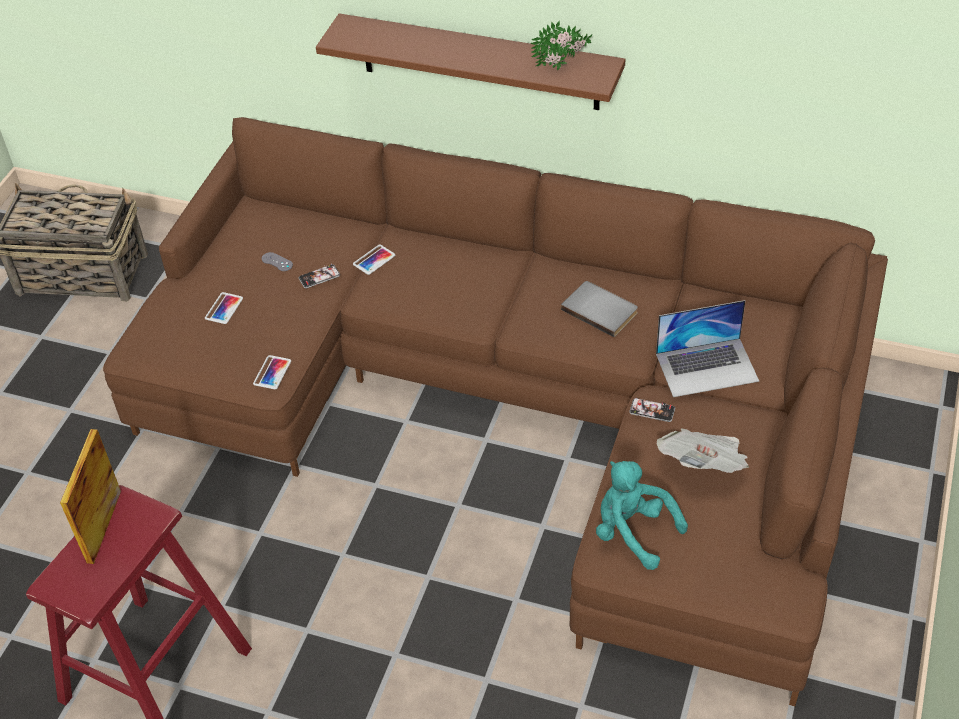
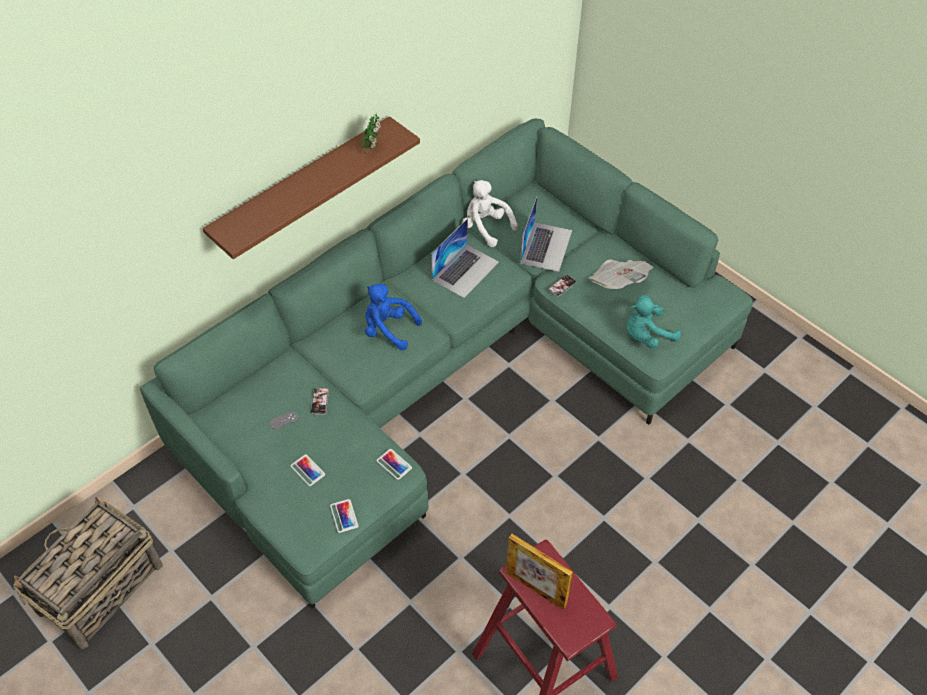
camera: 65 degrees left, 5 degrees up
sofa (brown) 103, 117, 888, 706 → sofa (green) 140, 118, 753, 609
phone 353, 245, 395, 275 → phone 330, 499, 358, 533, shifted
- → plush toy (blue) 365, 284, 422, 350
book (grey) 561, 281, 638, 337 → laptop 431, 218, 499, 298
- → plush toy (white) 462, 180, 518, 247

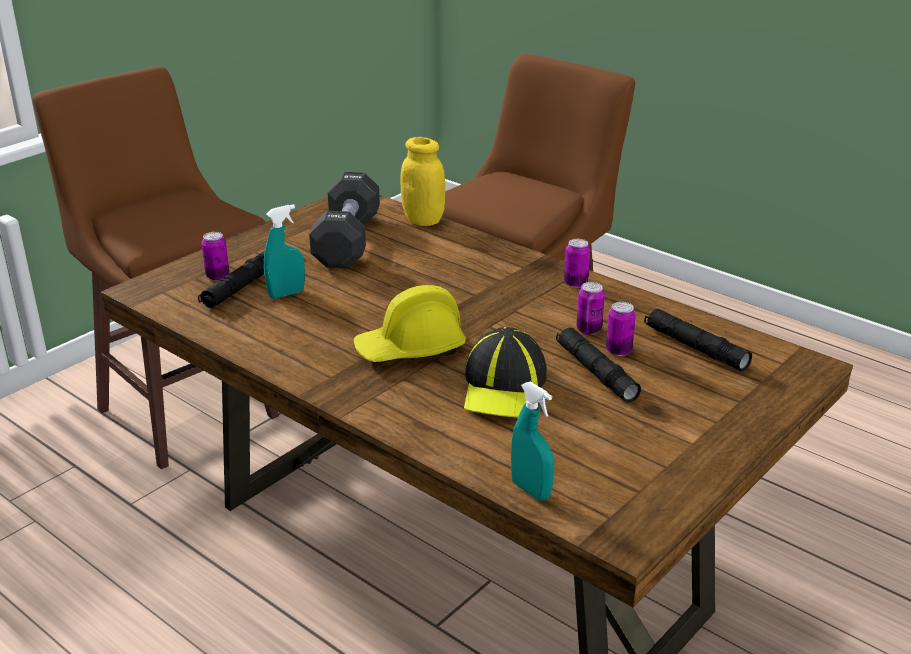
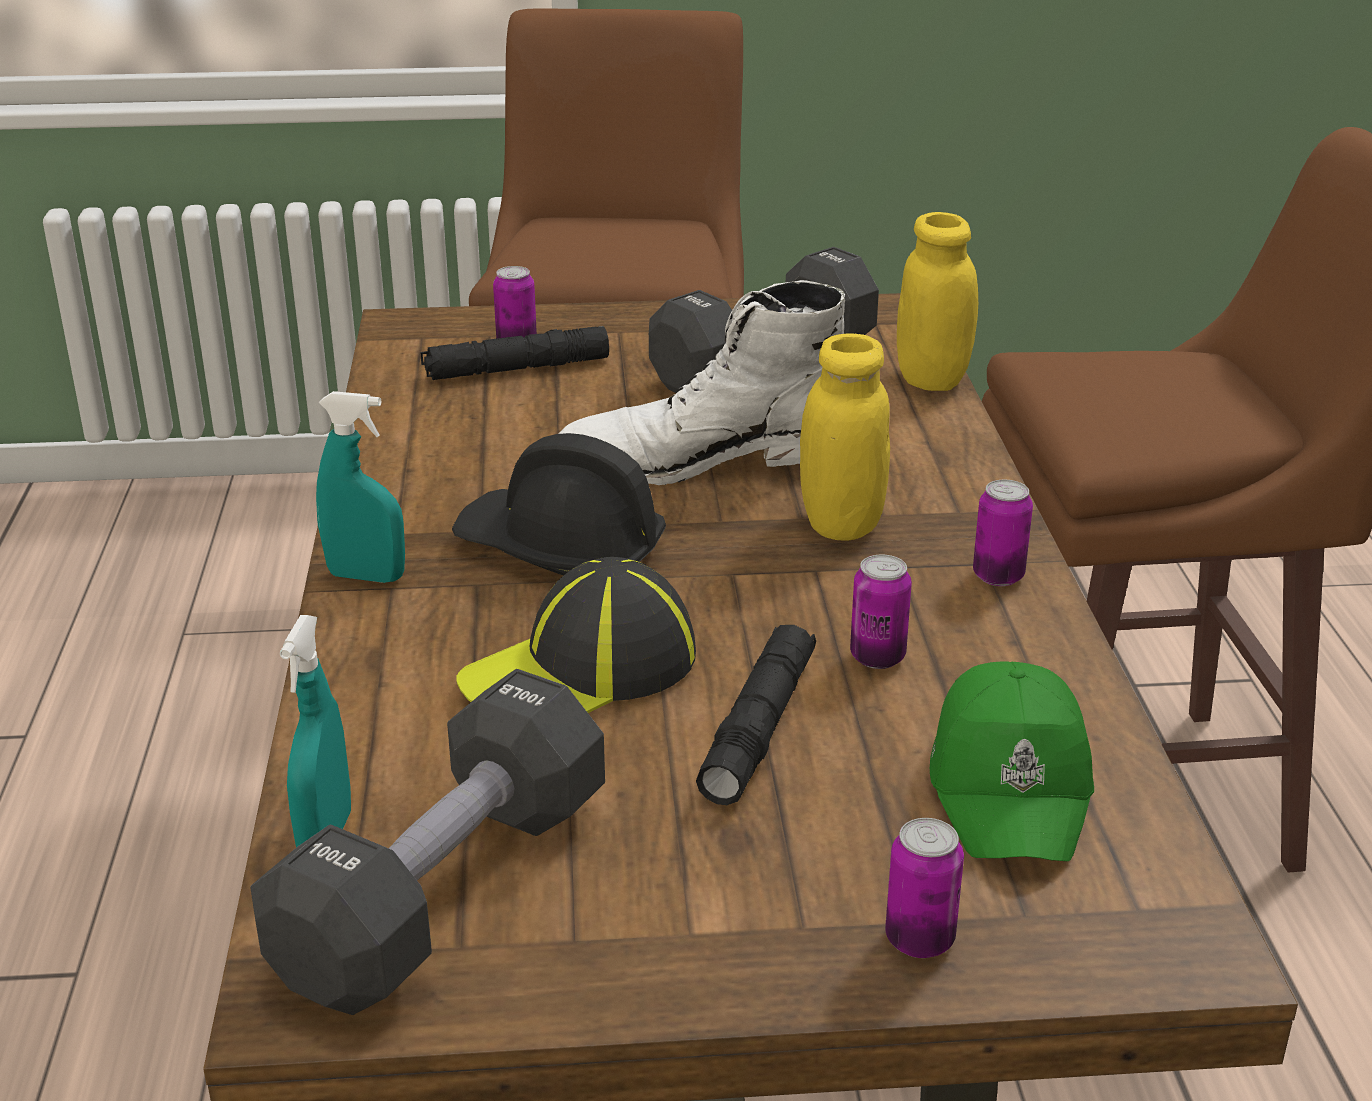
camera: 45 degrees right, 0 degrees up
- → dumbbell (black) 251, 669, 605, 1015
spray bottle (turquoise) 264, 204, 305, 298 → spray bottle (turquoise) 316, 391, 405, 583, shifted
hard hat (yellow) 353, 285, 466, 362 → hard hat (black) 452, 433, 666, 576
- → boot (white) 559, 280, 845, 485
- → jar (yellow) 800, 334, 890, 541
can 606, 302, 636, 356 → can 885, 818, 964, 958, shifted
flashlight (black) 644, 309, 752, 371 → cap (green) 930, 661, 1094, 861

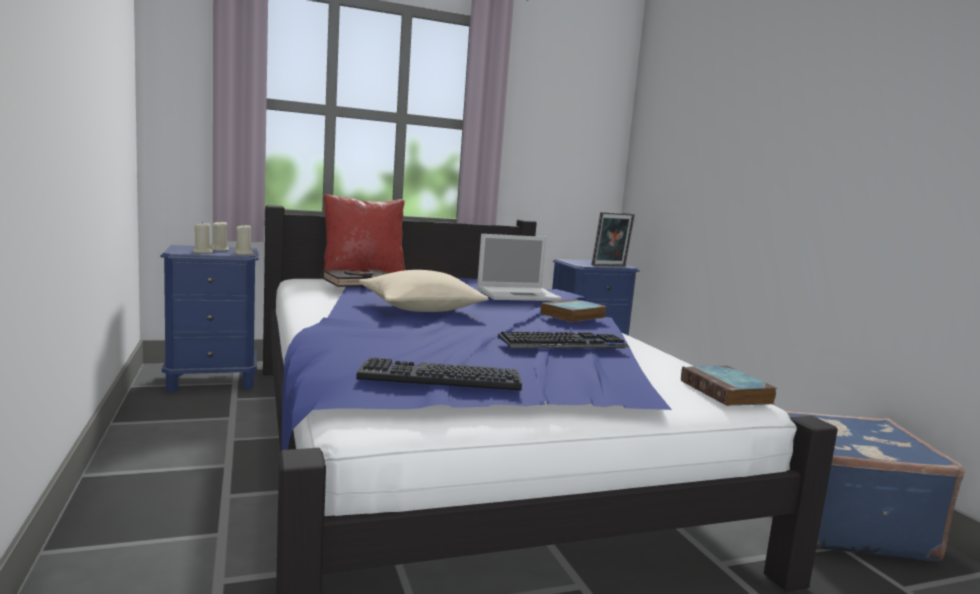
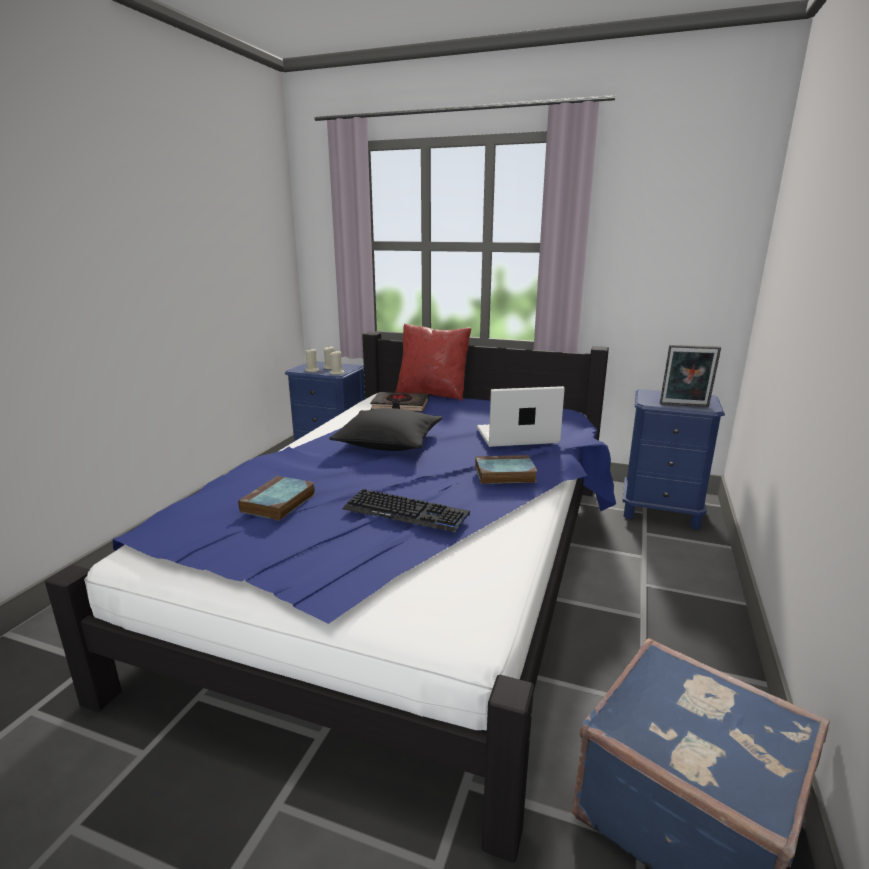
camera: 40 degrees right, 10 degrees up
book 681, 366, 776, 406 → book 238, 476, 315, 521, shifted
pillow (beige) 359, 270, 488, 312 → pillow (black) 329, 408, 443, 451
laptop 477, 234, 562, 301 → laptop 477, 386, 565, 447, 150 degrees clockwise
keyboard 356, 357, 522, 390 → -

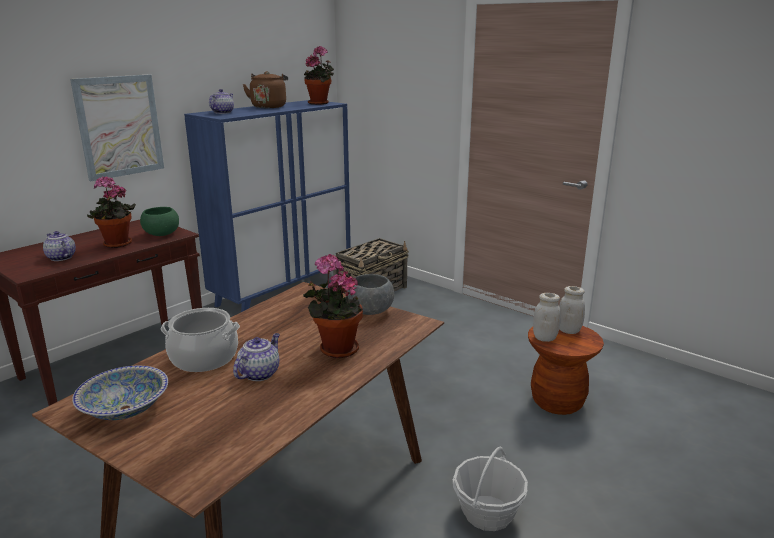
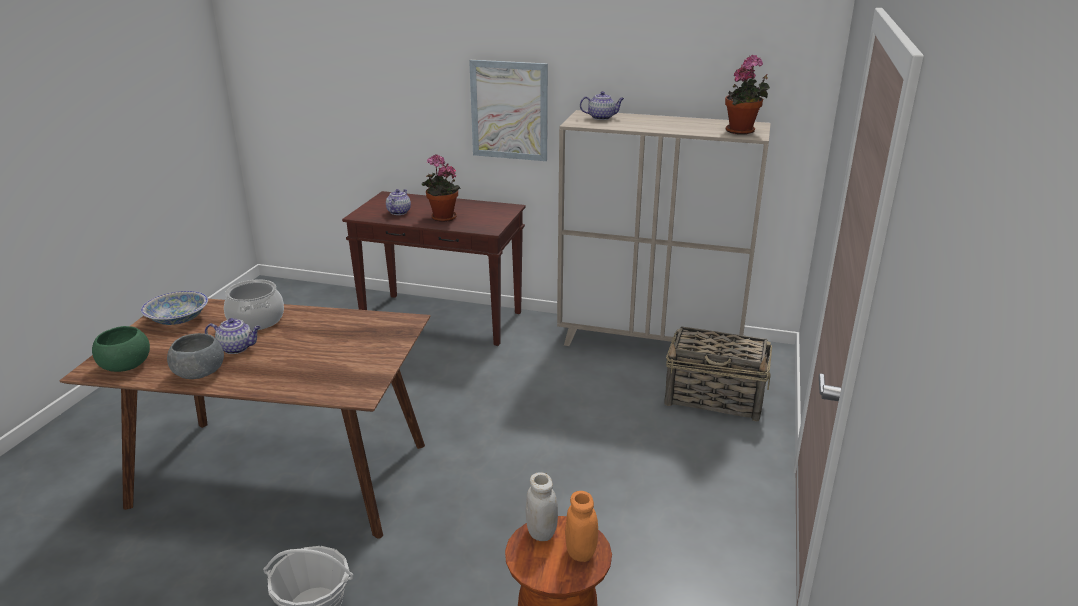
camera: 65 degrees right, 5 degrees up
bowl (green) 140, 207, 179, 236 → bowl (green) 92, 326, 150, 372, shifted
bowl (grey) 345, 274, 394, 315 → bowl (grey) 167, 333, 224, 379, shifted
cabinet (blue) 184, 100, 351, 312 → cabinet (beige) 557, 110, 771, 346
jar (white) 559, 286, 585, 334 → jar (orange) 565, 491, 598, 562
kettle (brown) 243, 71, 288, 108 → -
potted plant 303, 254, 363, 358 → -

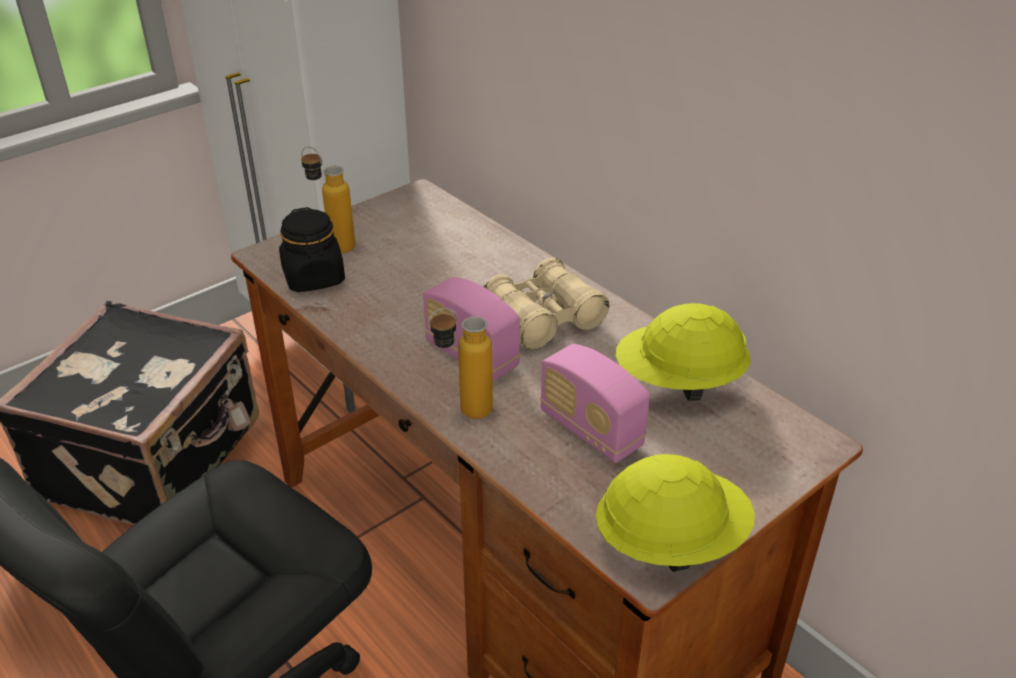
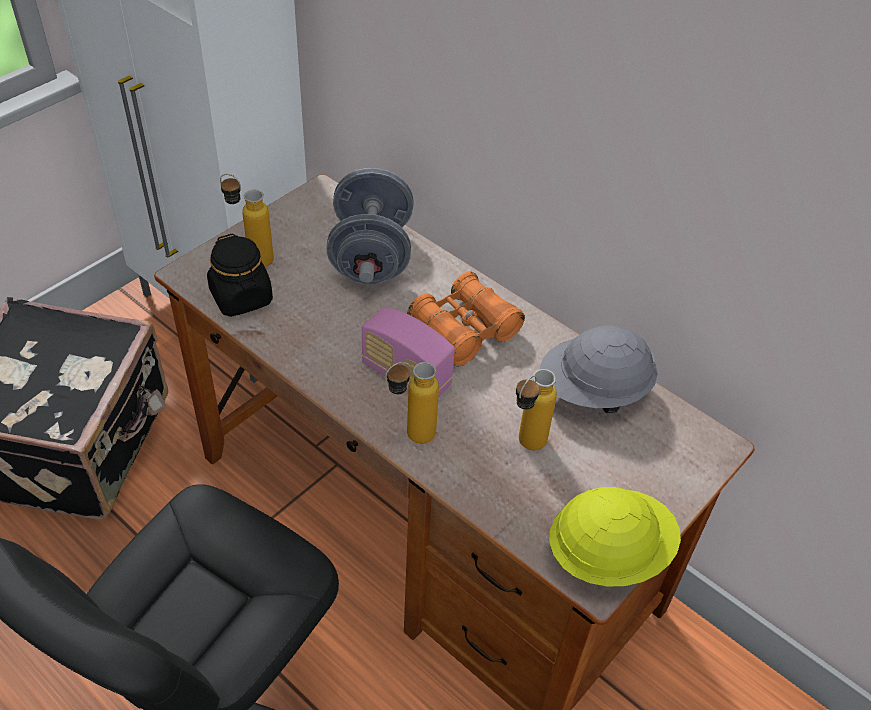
camera: 10 degrees left, 10 degrees up
- → dumbbell (grey) 327, 168, 414, 284
binoculars (beige) 484, 258, 609, 350 → binoculars (orange) 407, 271, 525, 366
radio 540, 344, 650, 463 → bottle 516, 369, 557, 451
hard hat (yellow) 616, 303, 751, 401 → hard hat (grey) 540, 326, 658, 413

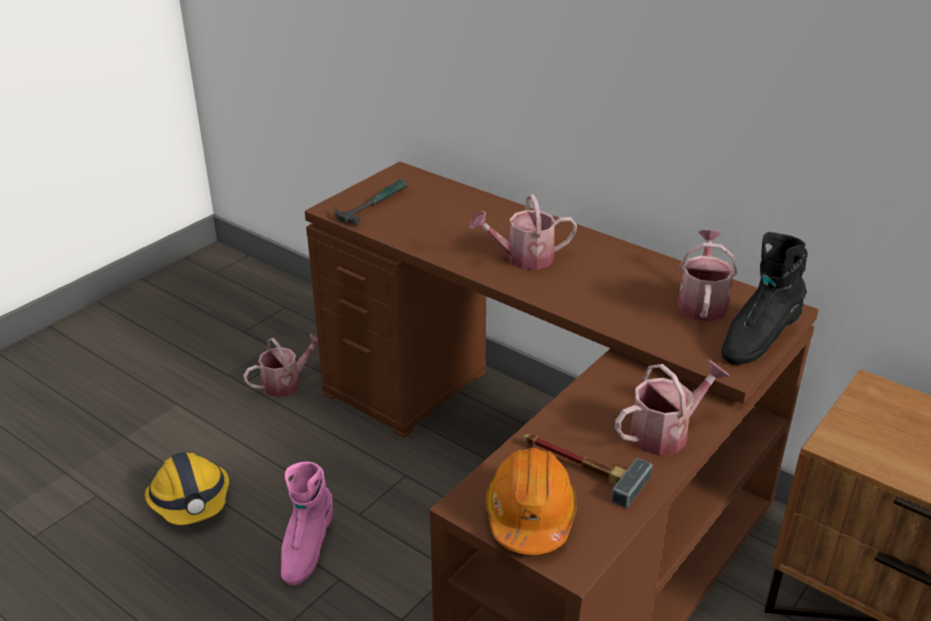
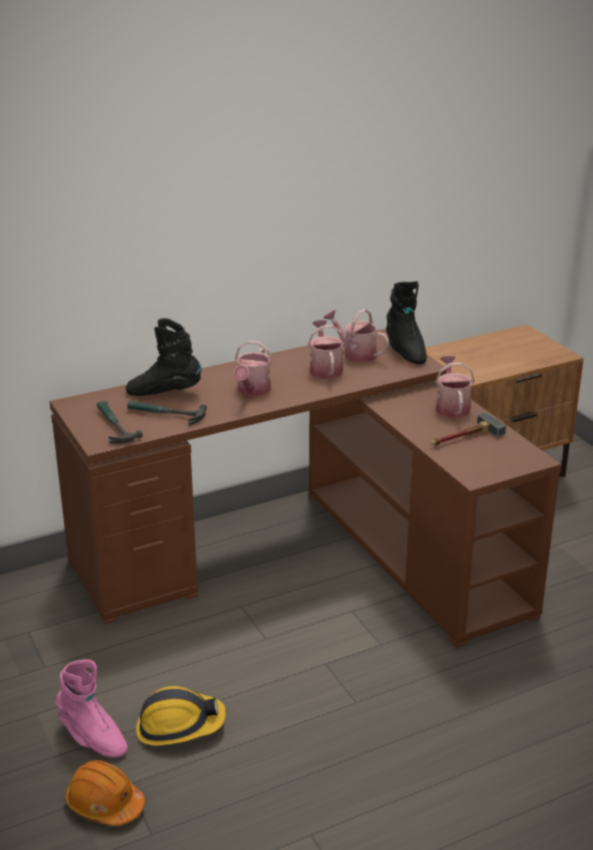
camera: 65 degrees left, 5 degrees down
boot (pink) 281, 462, 334, 585 → boot (pink) 56, 660, 128, 758, shifted
hard hat (orange) 485, 448, 577, 555 → hard hat (orange) 65, 760, 145, 826, shifted
- → boot (black) 126, 318, 202, 396
- → hammer 127, 400, 207, 425
watering can 243, 334, 318, 397 → watering can 308, 320, 345, 379, shifted

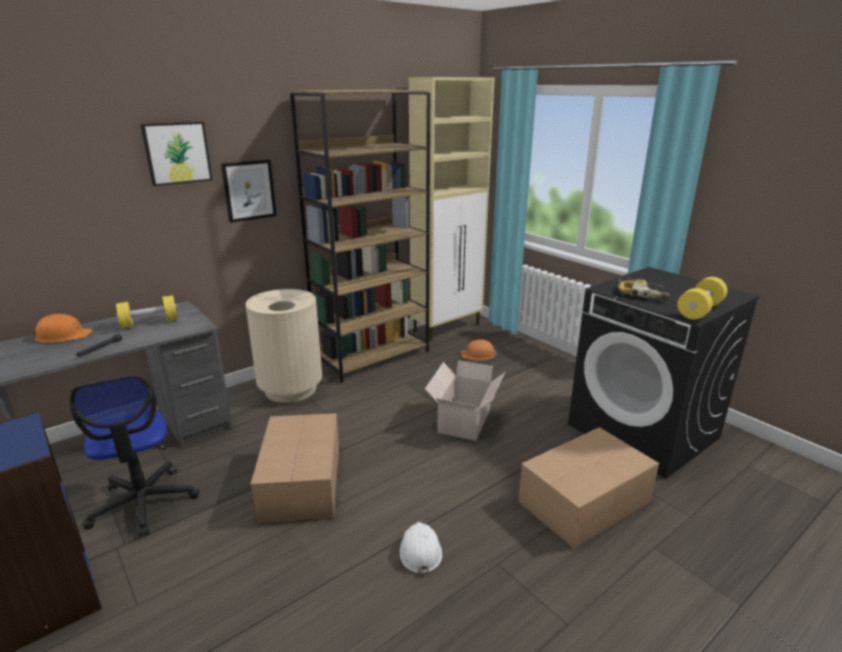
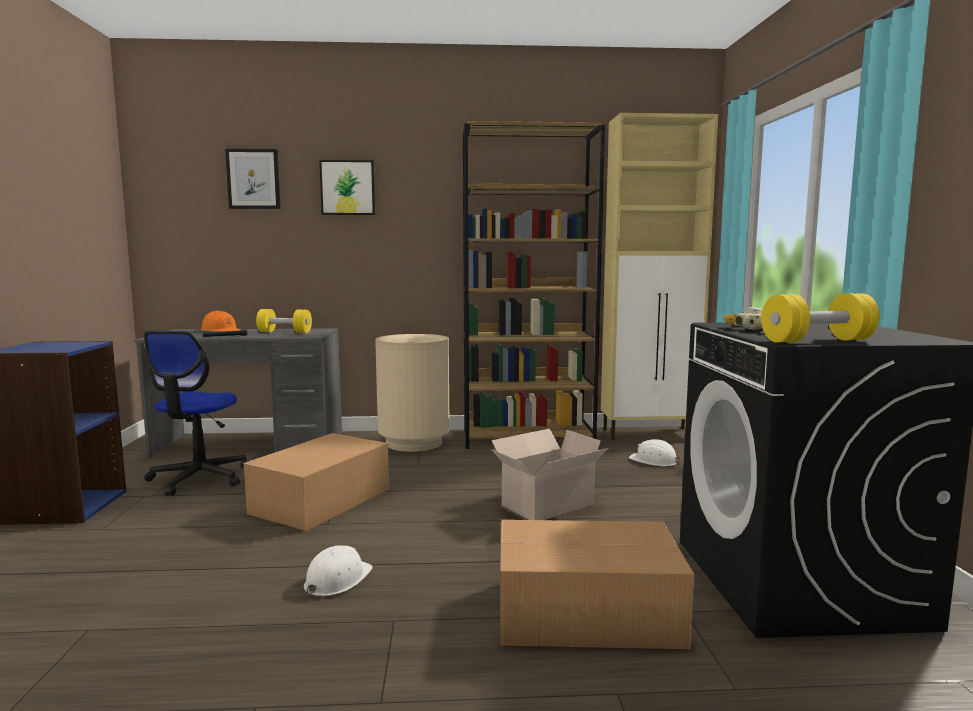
camera: 35 degrees right, 15 degrees down
picture 221, 159, 277, 223 → picture 225, 149, 280, 209, shifted
hard hat (orange) 461, 340, 497, 360 → hard hat (white) 629, 439, 681, 466

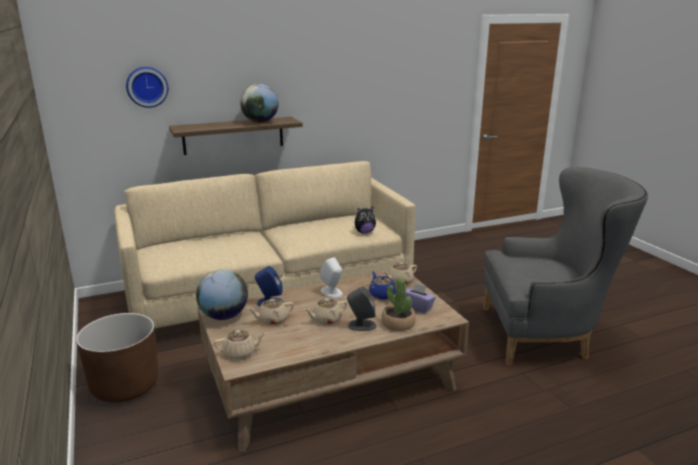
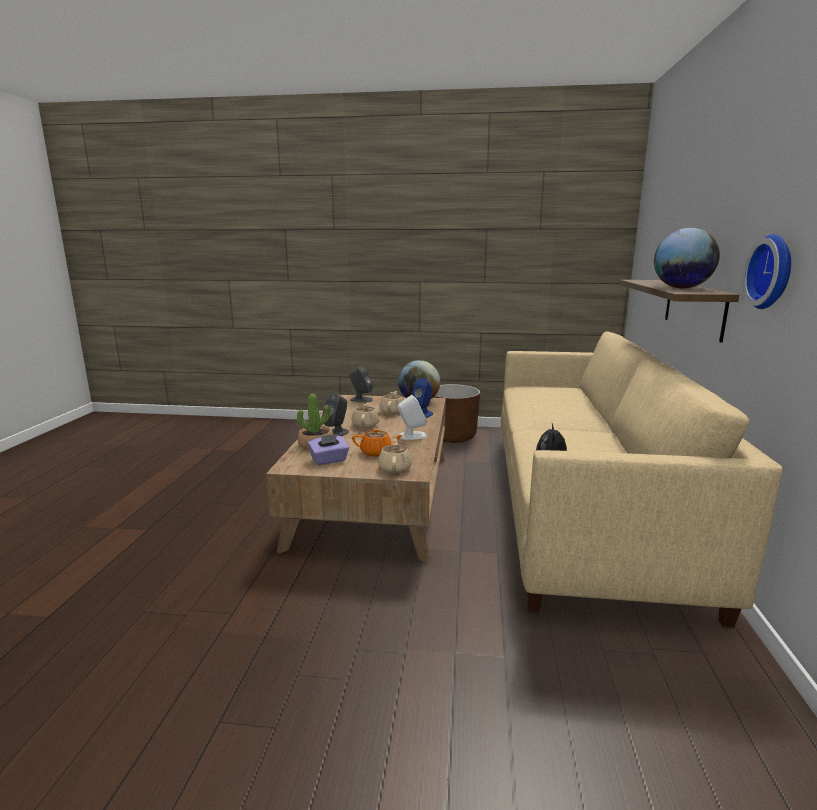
camera: 120 degrees right, 5 degrees down
teapot (beige) 214, 330, 266, 359 → speaker (grey) 349, 366, 373, 403
teapot (blue) 369, 271, 396, 300 → teapot (orange) 352, 428, 403, 457
wall clock 126, 67, 168, 108 → wall clock 743, 234, 791, 309, shifted
armchair (grey) 483, 167, 648, 365 → -

